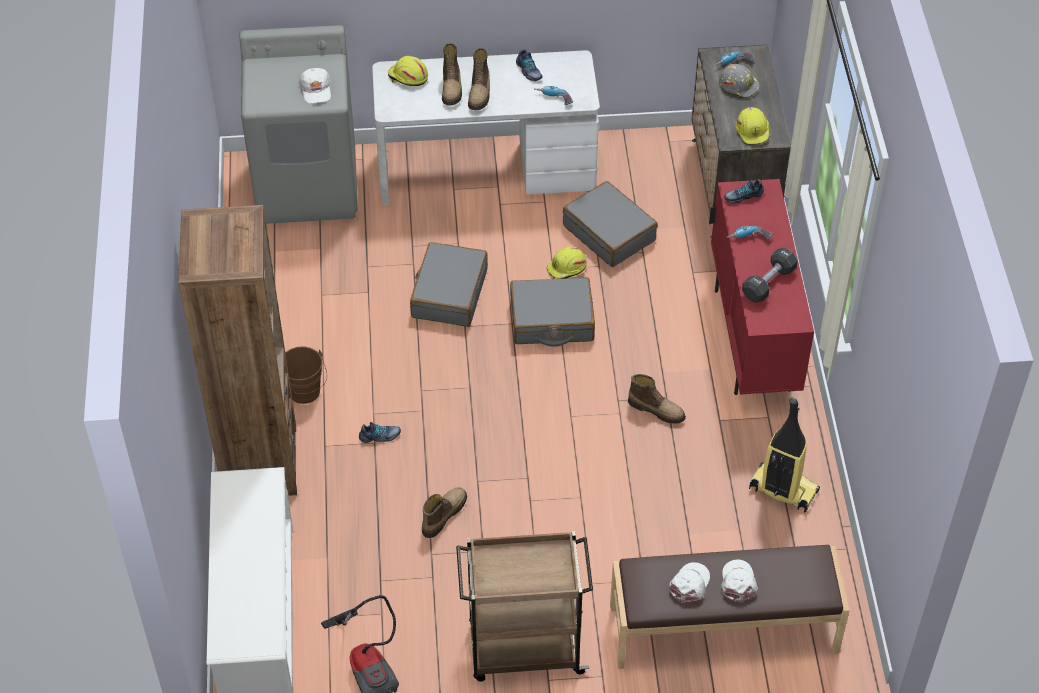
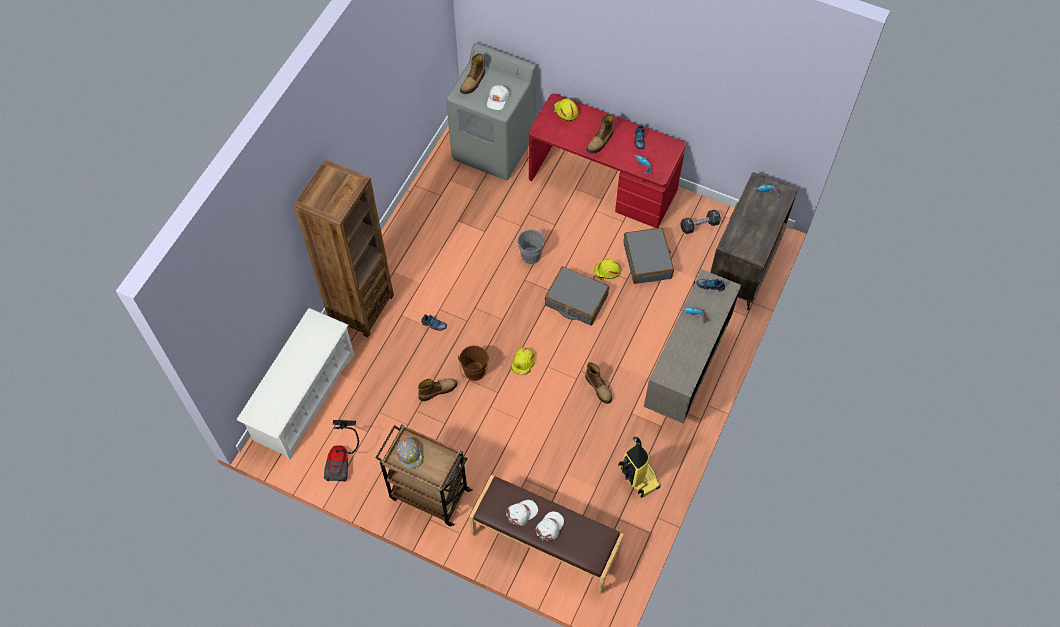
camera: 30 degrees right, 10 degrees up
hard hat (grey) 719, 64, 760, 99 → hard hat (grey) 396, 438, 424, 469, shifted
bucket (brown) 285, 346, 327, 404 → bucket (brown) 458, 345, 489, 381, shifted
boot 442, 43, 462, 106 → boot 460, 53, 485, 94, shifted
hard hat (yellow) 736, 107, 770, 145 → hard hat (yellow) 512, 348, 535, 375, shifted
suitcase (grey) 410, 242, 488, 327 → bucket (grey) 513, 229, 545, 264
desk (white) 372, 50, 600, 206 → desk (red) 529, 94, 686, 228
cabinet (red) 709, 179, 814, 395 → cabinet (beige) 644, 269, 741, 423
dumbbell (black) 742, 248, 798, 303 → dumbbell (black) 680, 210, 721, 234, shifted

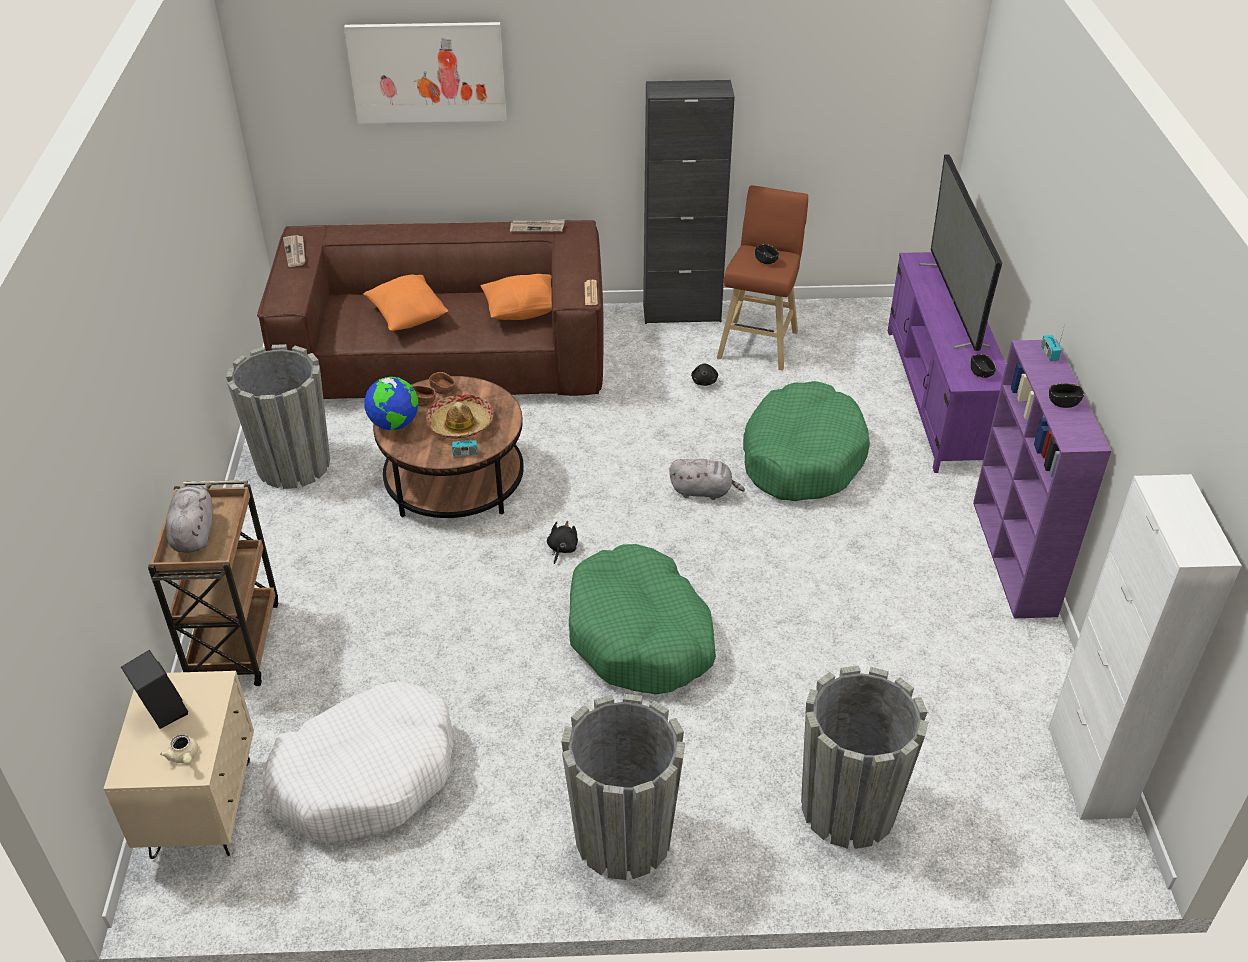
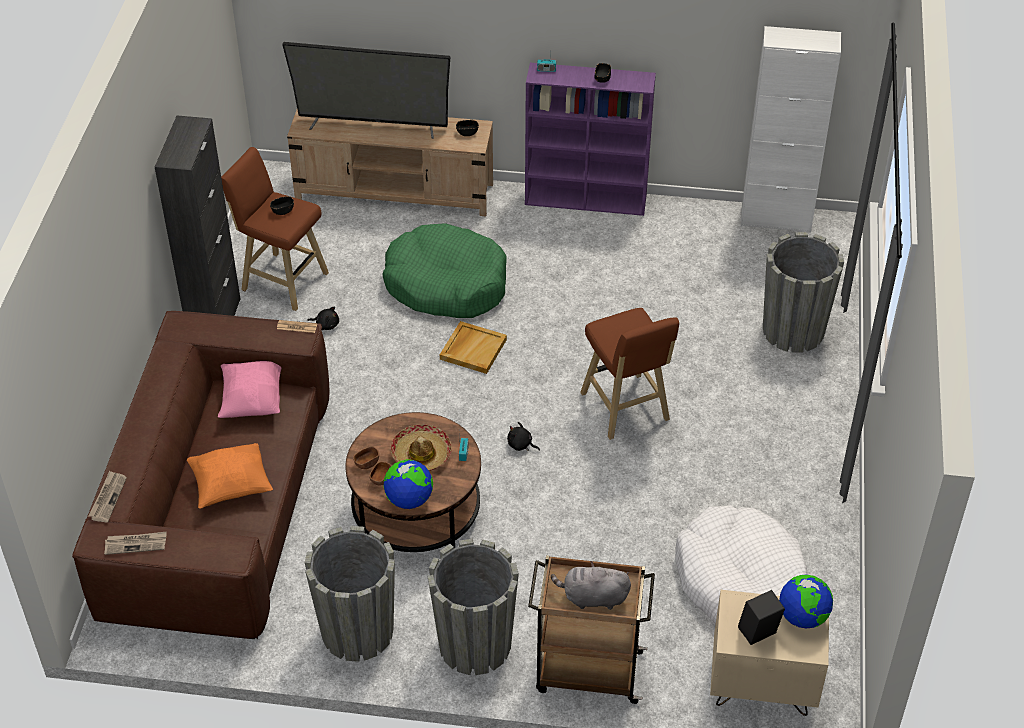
camera: 80 degrees left, 5 degrees up
newspaper 510, 219, 565, 232 → newspaper 89, 471, 127, 522, shifted
pillow (orange) 481, 274, 552, 320 → pillow (pink) 218, 361, 281, 418
tv stand (purple) 888, 252, 1006, 473 → tv stand (beige) 287, 110, 493, 216
planter (grey) 561, 694, 685, 880 → planter (grey) 428, 539, 519, 675, shifted
plush toy (grey) 669, 459, 745, 500 → tray (beige) 440, 321, 507, 374
dog bed (green) 569, 544, 716, 695 → stool (brown) 580, 308, 679, 440
teapot (beige) 160, 734, 198, 764 → globe 779, 575, 833, 629
picture 344, 22, 506, 124 → -

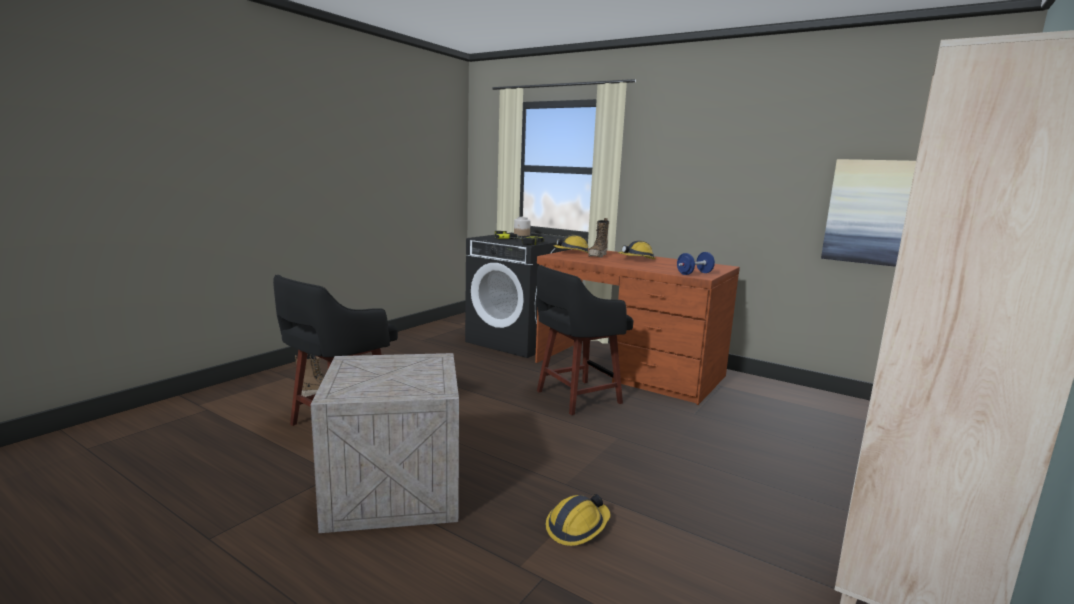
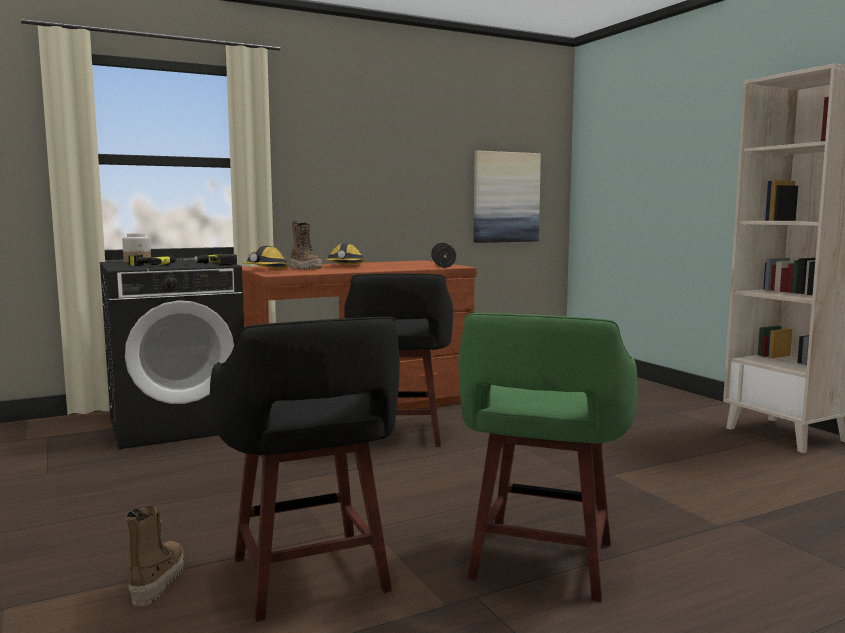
camera: 60 degrees left, 5 degrees down
dumbbell (blue) 677, 252, 715, 275 → dumbbell (black) 431, 243, 456, 268
crate 311, 353, 459, 533 → stool (green) 459, 313, 637, 602
hard hat 546, 494, 611, 546 → -

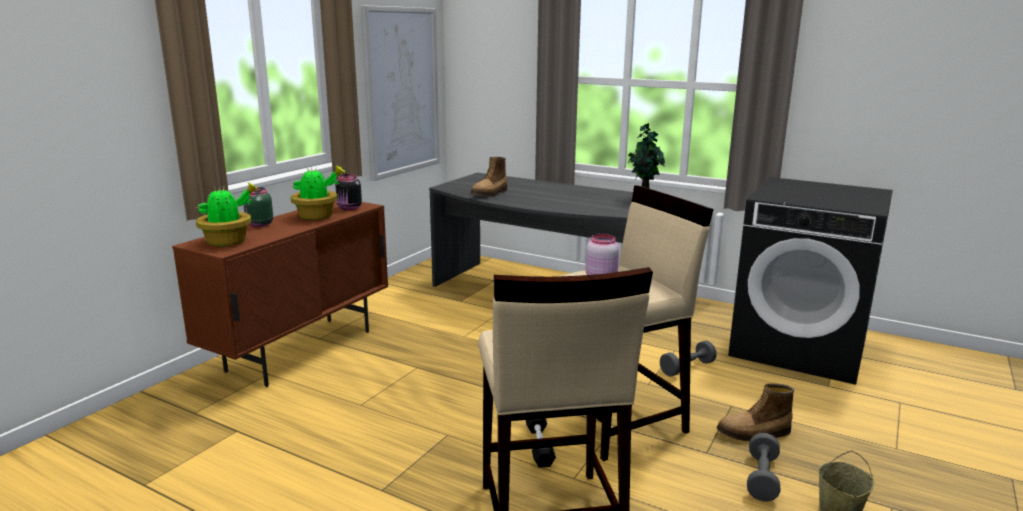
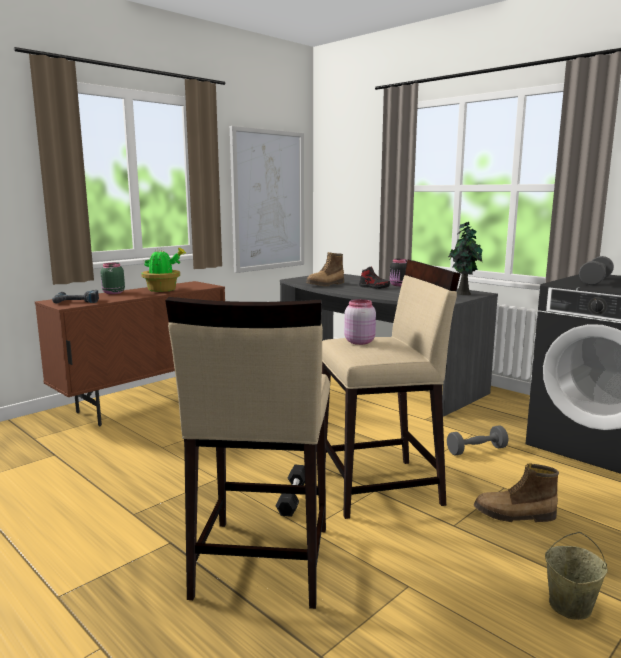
camera: 15 degrees right, 5 degrees down
potted plant 196, 182, 259, 246 → power drill 52, 290, 99, 303
- → shoe 359, 266, 390, 289
jar (black) 335, 174, 362, 210 → jar (black) 390, 259, 407, 286, shifted
dumbbell (grey) 747, 433, 780, 501 → dumbbell (grey) 579, 256, 614, 285, shifted

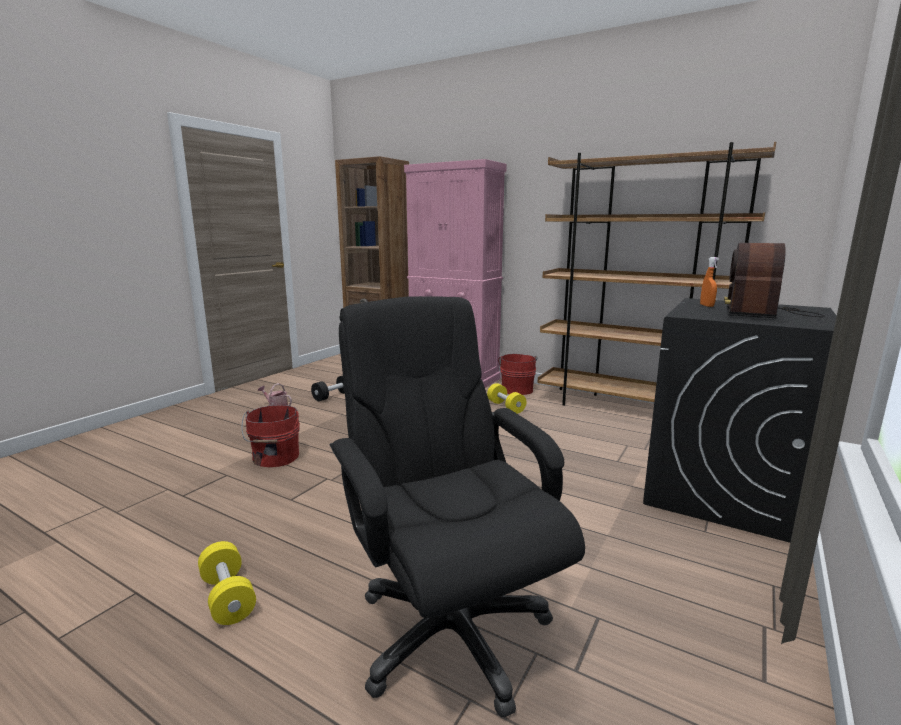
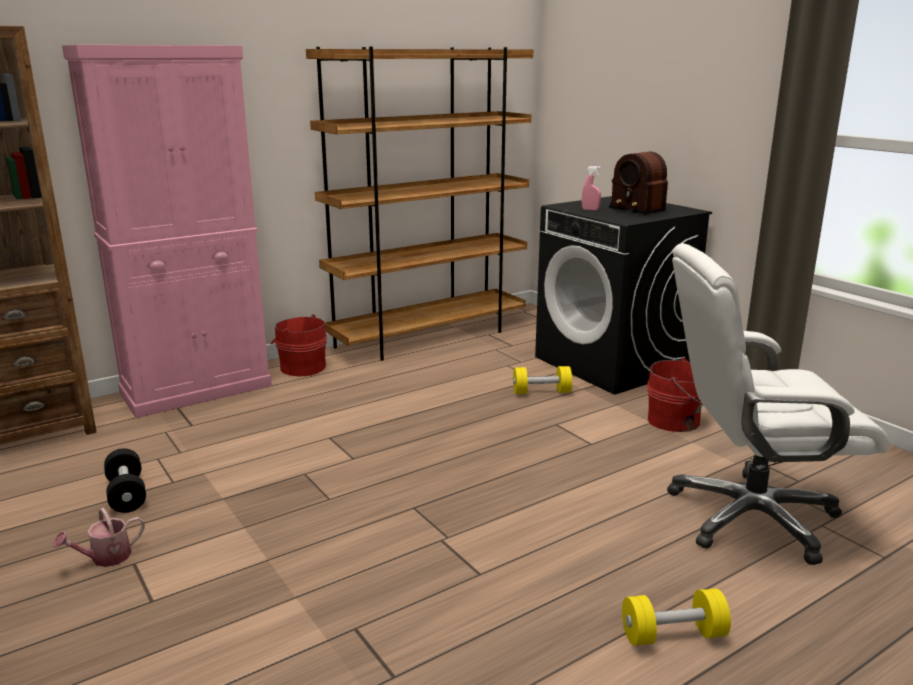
camera: 65 degrees left, 5 degrees up
dumbbell (yellow) 487, 383, 526, 414 → dumbbell (yellow) 513, 366, 572, 394, shifted
spray bottle (orange) 700, 257, 719, 307 → spray bottle (pink) 582, 166, 601, 210
bucket (red) 241, 405, 300, 467 → bucket (red) 647, 358, 702, 432, shifted
office chair (black) 330, 296, 585, 718 → office chair (white) 667, 243, 889, 565

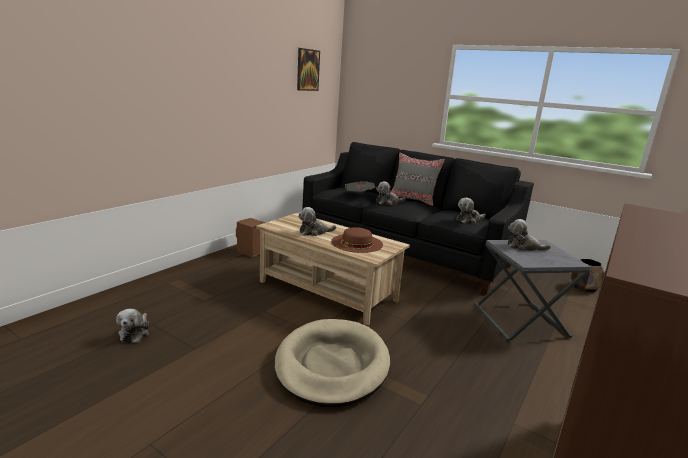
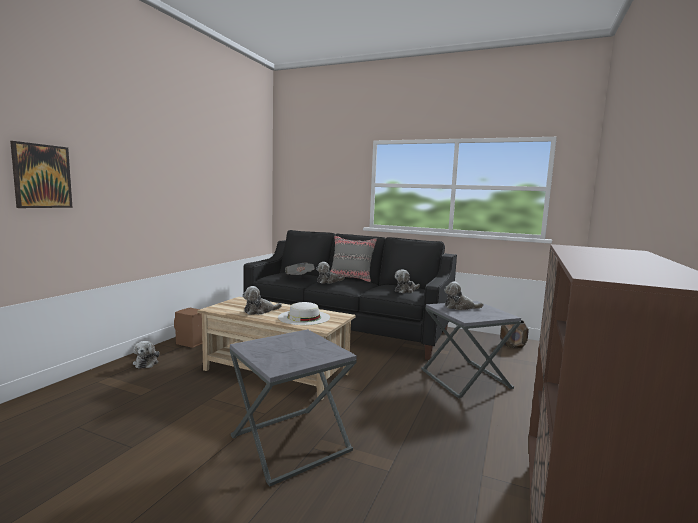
camera: 10 degrees left, 10 degrees down
picture 297, 48, 320, 91 → picture 10, 141, 73, 208, shifted
plush toy 116, 309, 149, 343 → plush toy 133, 341, 159, 369, shifted
dog bed (beige) 275, 319, 390, 407 → side table (grey) 230, 329, 357, 486
hat (brown) 331, 227, 383, 253 → hat (white) 278, 302, 330, 325

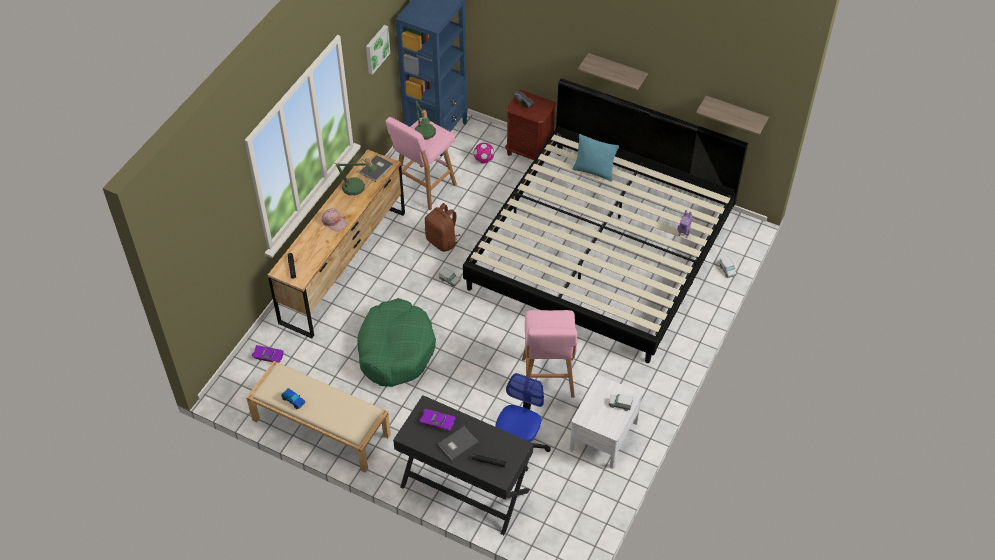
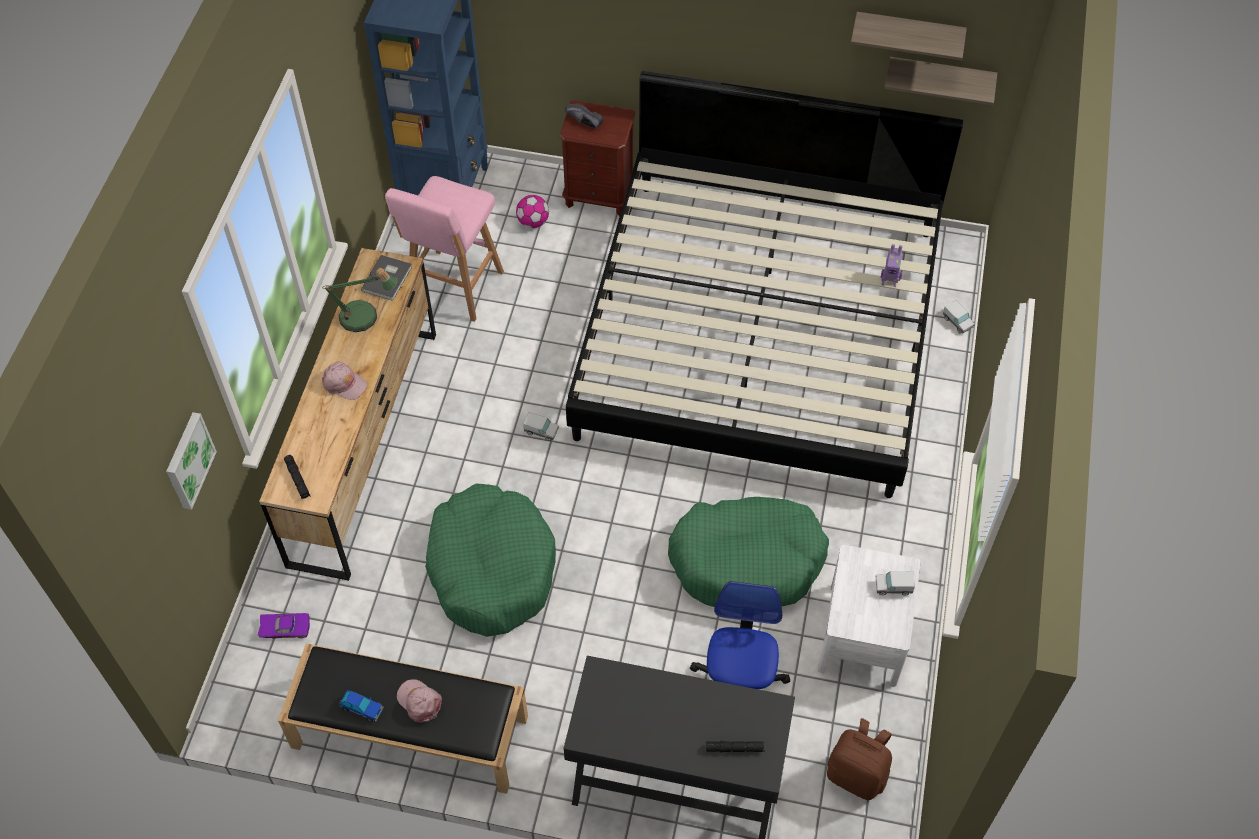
camera: 15 degrees left, 5 degrees up
picture 366, 25, 390, 75 → picture 166, 412, 217, 510, shifted
bench (beige) 246, 361, 391, 473 → bench (black) 278, 643, 528, 794
- → cap (pink) 397, 679, 442, 723
stool (pink) 522, 310, 577, 398 → dog bed (green) 668, 497, 829, 607
backpack (brown) 425, 203, 460, 252 → backpack (brown) 827, 718, 892, 800, shifted
shelf 577, 53, 648, 91 → shelf 851, 12, 967, 60, shifted
table lamp 414, 100, 436, 140 → -
toy car (purple) 419, 409, 455, 431 → -
book (grey) 438, 426, 479, 461 → -
pillow (turquoise) 573, 134, 619, 182 → -

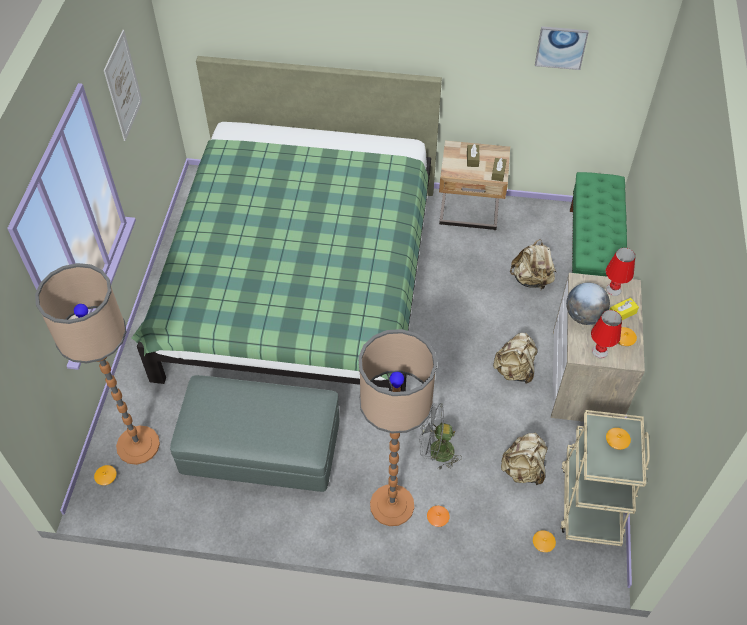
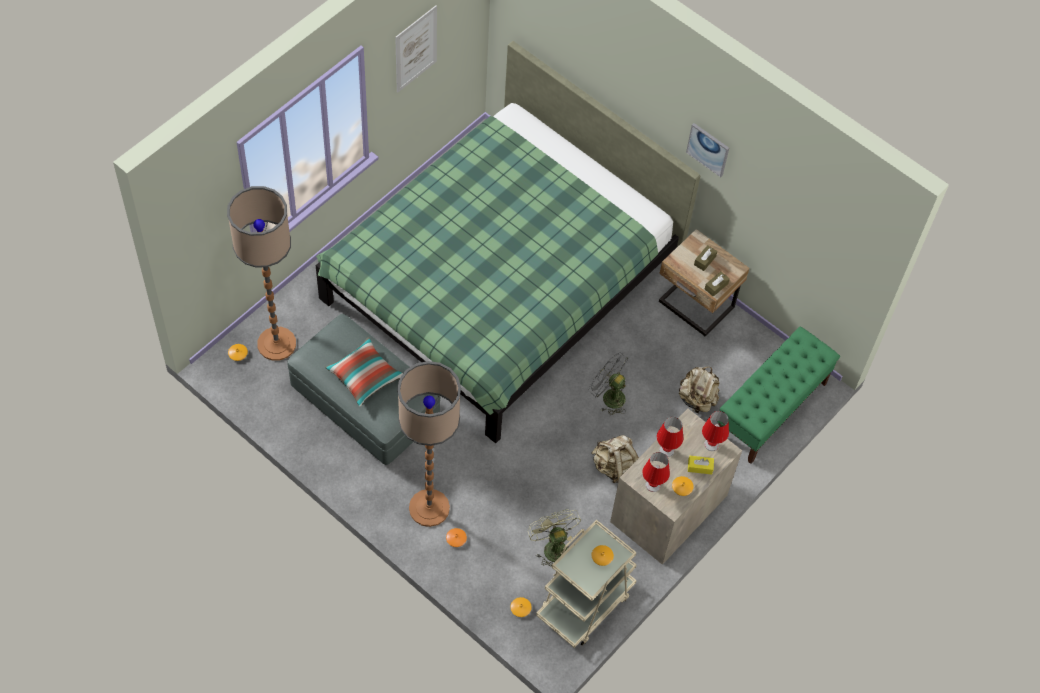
camera: 30 degrees right, 5 degrees up
- → pillow 325, 337, 403, 407
backpack (beige) 501, 433, 548, 485 → fan (green) 528, 509, 581, 567
fan (grey) 419, 403, 462, 470 → fan (grey) 589, 353, 629, 415, shifted
globe 566, 283, 610, 325 → table lamp (red) 657, 417, 683, 457
picture 535, 26, 589, 70 → picture 686, 123, 729, 177, shifted

